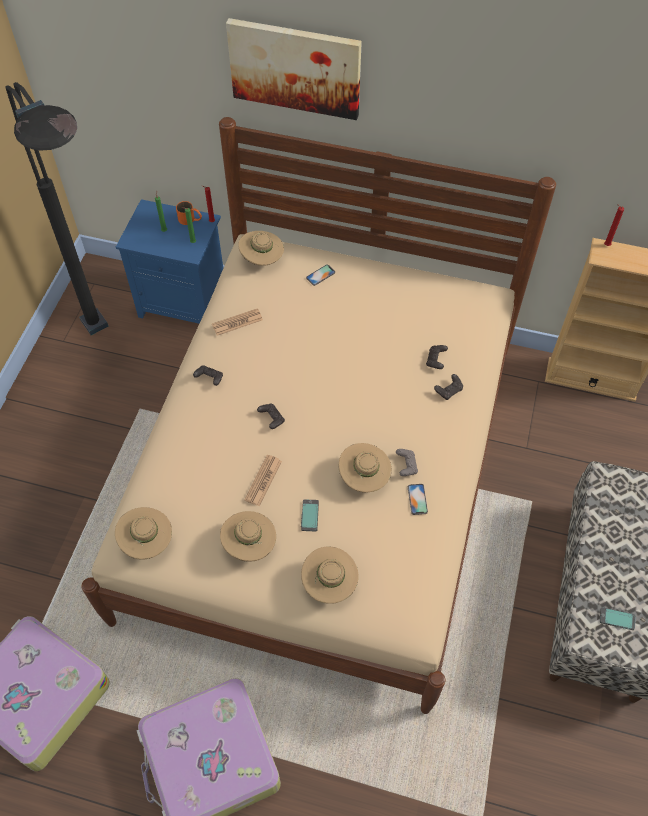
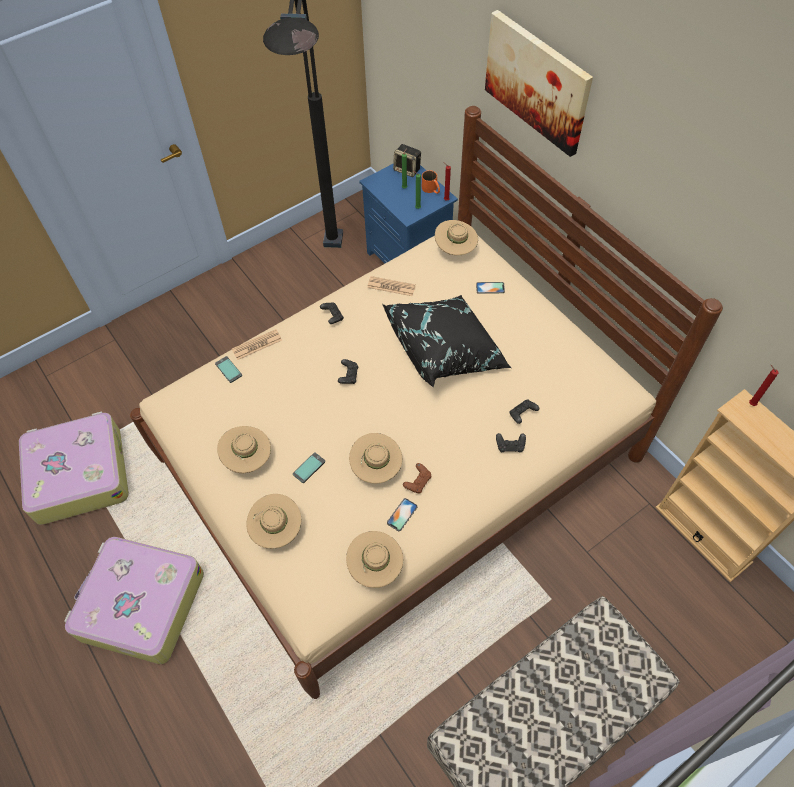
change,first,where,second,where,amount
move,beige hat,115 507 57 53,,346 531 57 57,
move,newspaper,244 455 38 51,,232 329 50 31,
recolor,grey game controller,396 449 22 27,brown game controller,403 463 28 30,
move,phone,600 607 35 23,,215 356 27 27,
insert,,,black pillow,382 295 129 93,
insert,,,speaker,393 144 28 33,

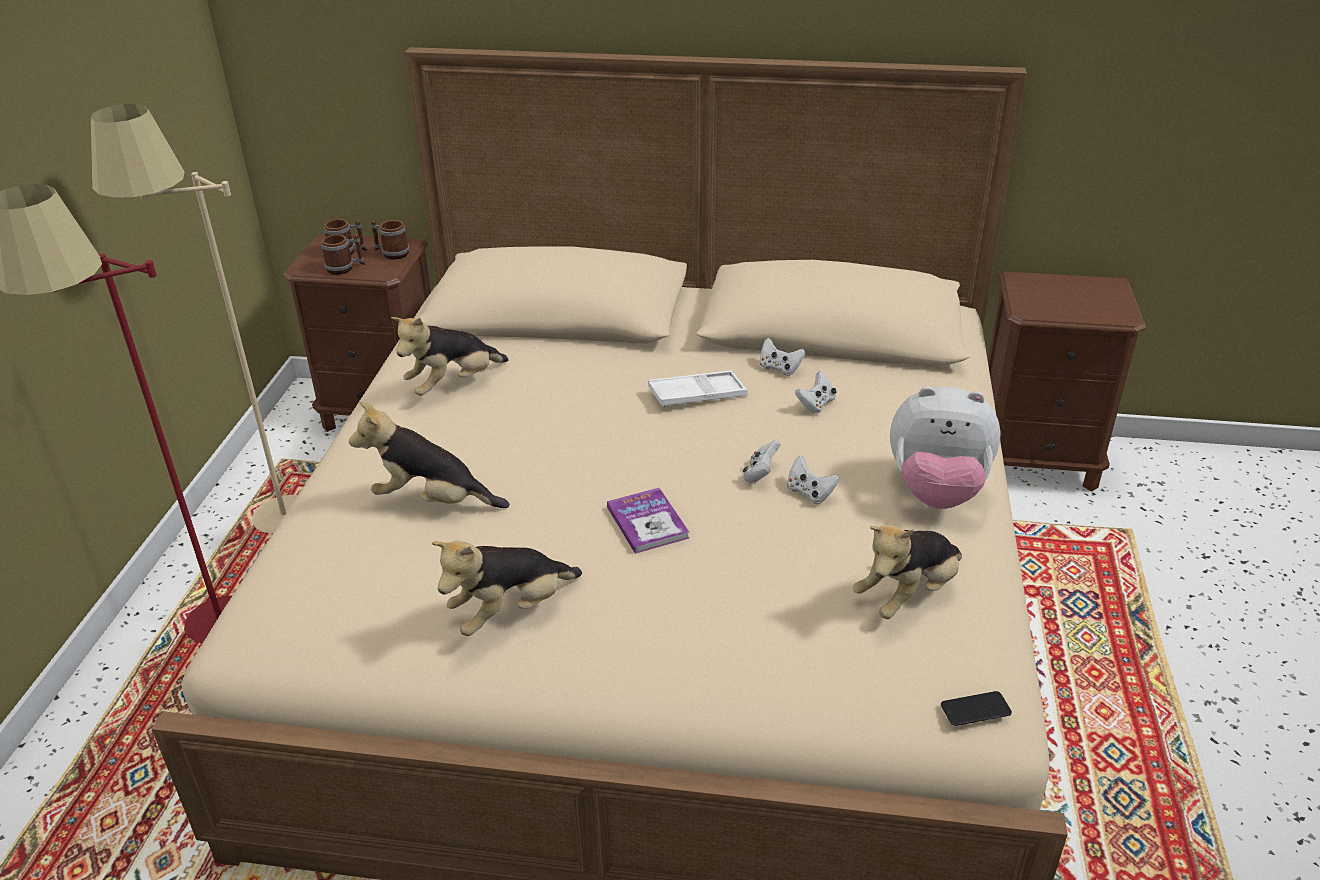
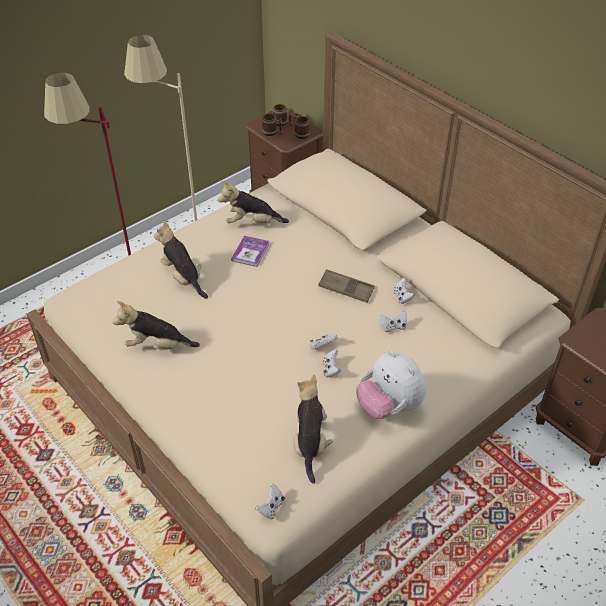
change,first,where,second,where,amount
move,book,607 488 82 66,,231 236 38 31,
recolor,white tray,648 370 100 37,brown tray,318 269 57 34,
rotate,plush toy,853 525 109 94,,293 374 40 109,90 degrees clockwise
replace,phone,941 691 71 35,white game controller,255 484 30 36,

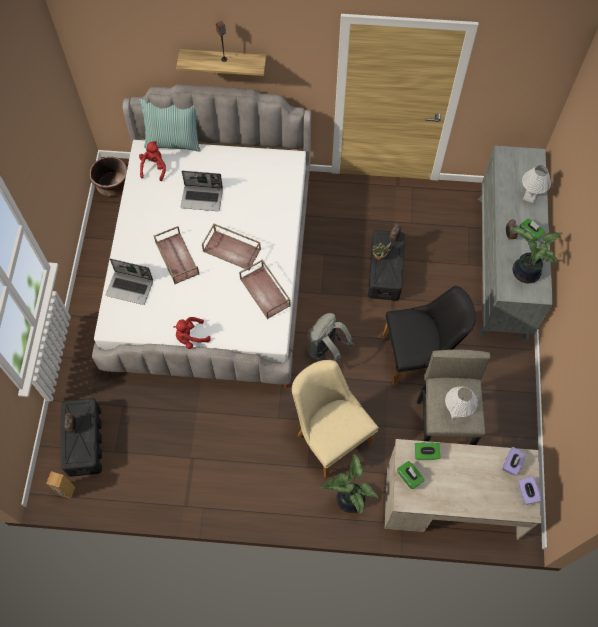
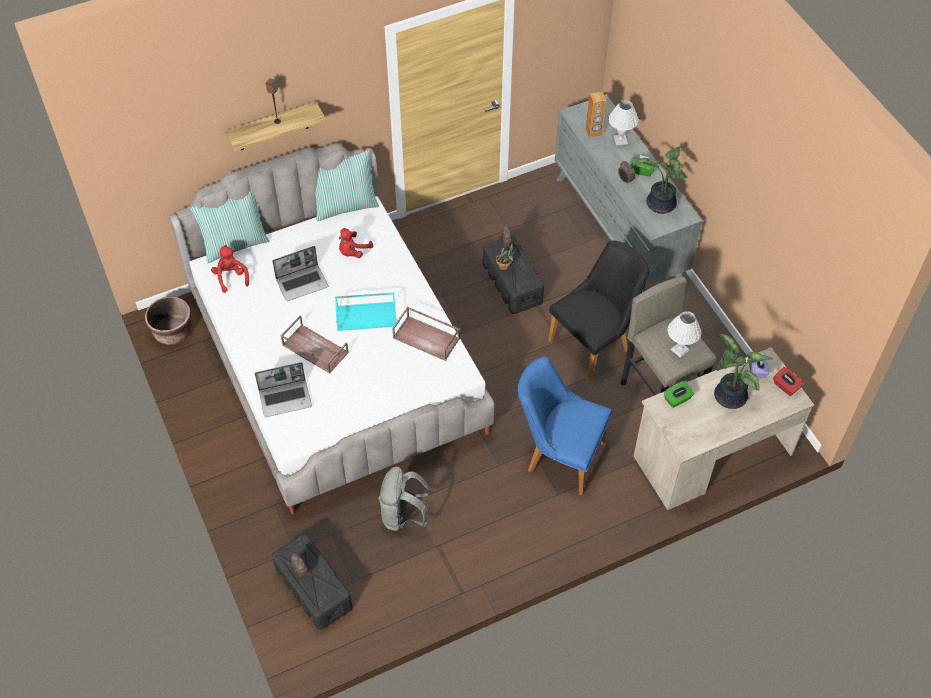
change,first,where,second,where,amount
move,brown speaker,46 471 29 28,,586 91 21 47,
move,red plush toy,173 317 38 32,,338 228 35 30,
recolor,brown tray,202 223 59 47,turquoise tray,335 292 62 39,
recolor,beige chair,292 360 87 118,blue chair,518 357 94 139,
move,grey backpack,308 313 46 50,,378 467 54 64,
move,potted plant,320 454 59 59,,714 334 59 75,
delete,green tissue box,397 461 27 28,,,
recolor,purple tissue box,518 476 23 29,red tissue box,773 367 31 29,
insert,,,pillow,315 150 64 71,

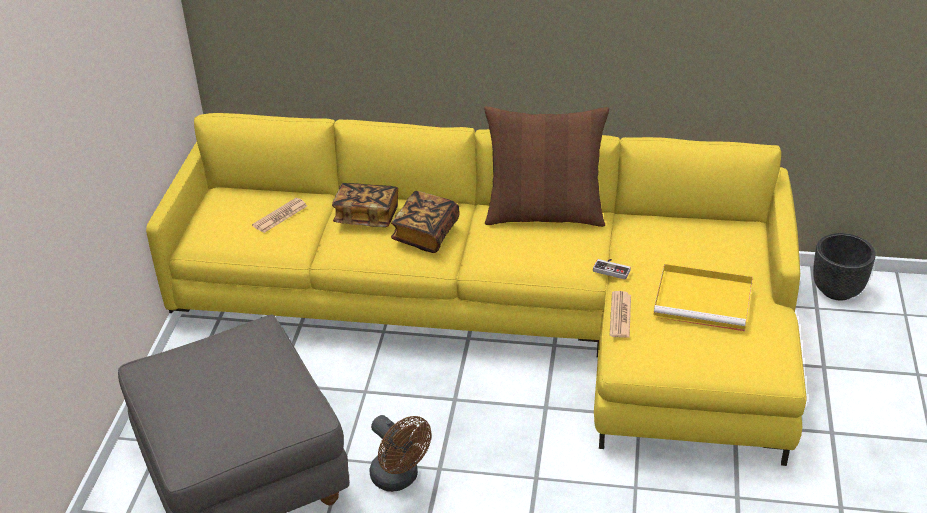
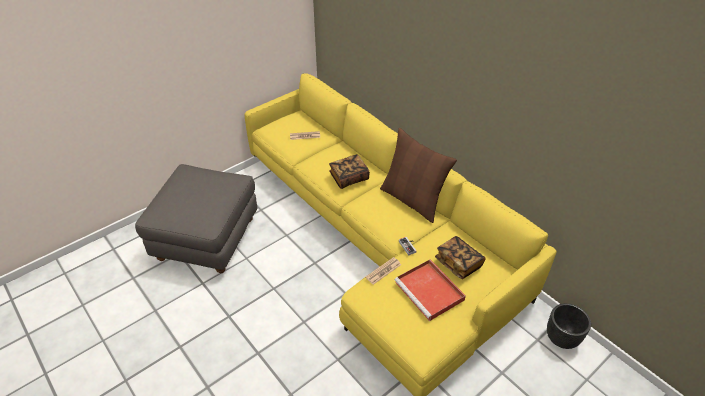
change,first,where,second,where,amount
move,book,332 183 66 44,,435 236 51 43,
delete,brown fan,370 415 62 77,,,
recolor,yellow tray,653 263 100 68,red tray,395 260 71 61,

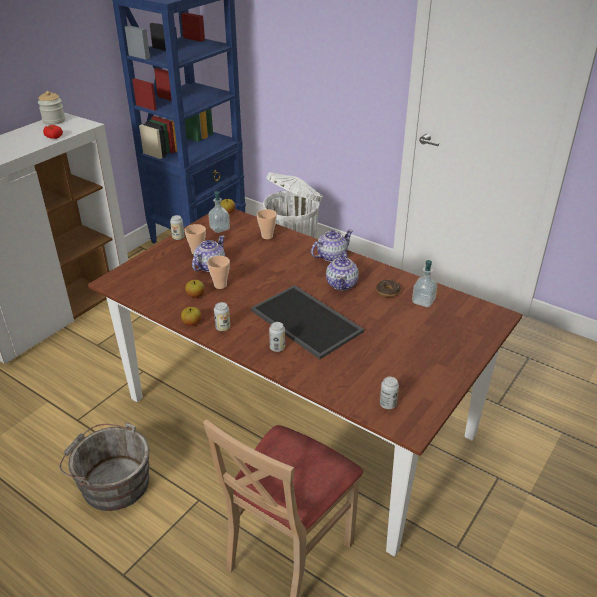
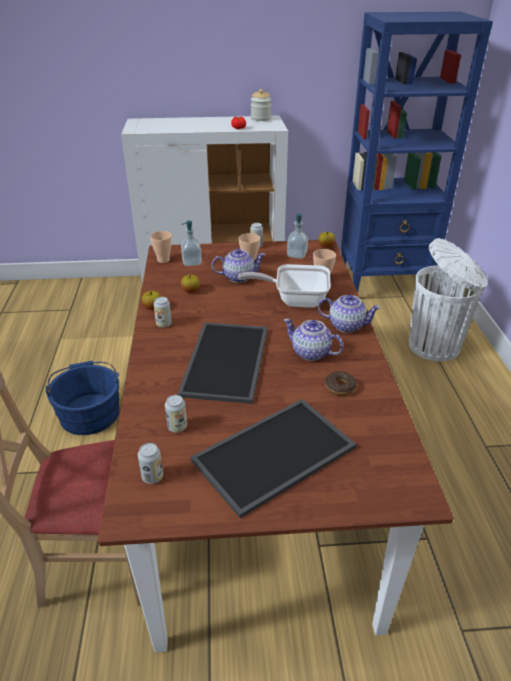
change,first,where,second,where,amount
recolor,grey bucket,60 423 90 88,blue bucket,46 361 73 74,
move,cup,207 256 23 33,,150 231 22 32,
move,can,269 322 16 30,,165 395 22 38,
rotate,teapot,326 252 33 38,,283 319 61 42,60 degrees clockwise
move,soap dispenser,412 260 25 47,,181 220 21 46,
insert,,,tray,191 399 165 119,
insert,,,frying pan,238 264 93 44,

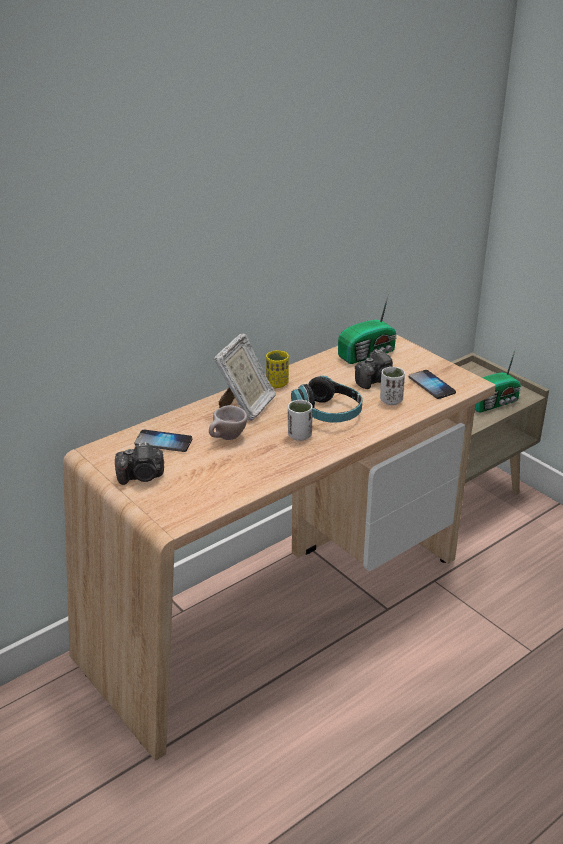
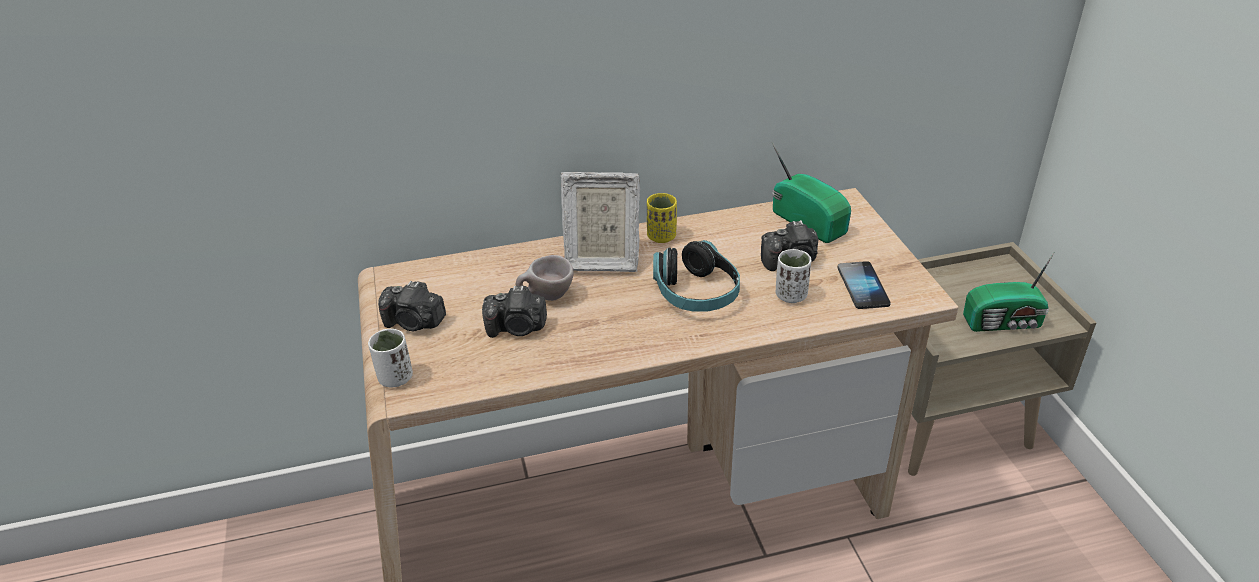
change,first,where,second,where,amount
delete,phone,135 430 57 22,,,
rotate,picture frame,214 333 62 88,,561 172 79 100,45 degrees clockwise
move,white cup,288 400 25 41,,368 329 45 58,
rotate,radio,338 292 59 72,,772 142 79 101,120 degrees counterclockwise
insert,,,photo camera,482 286 65 52,

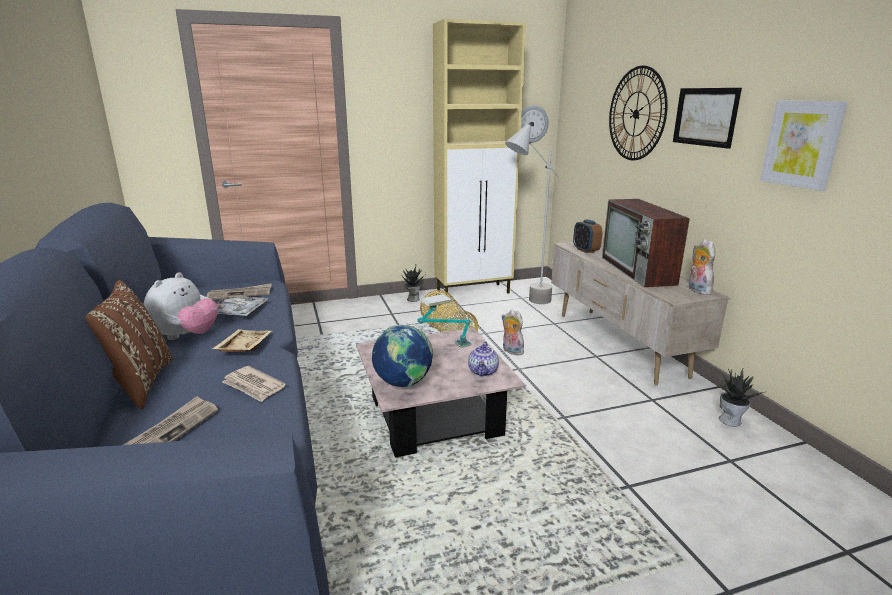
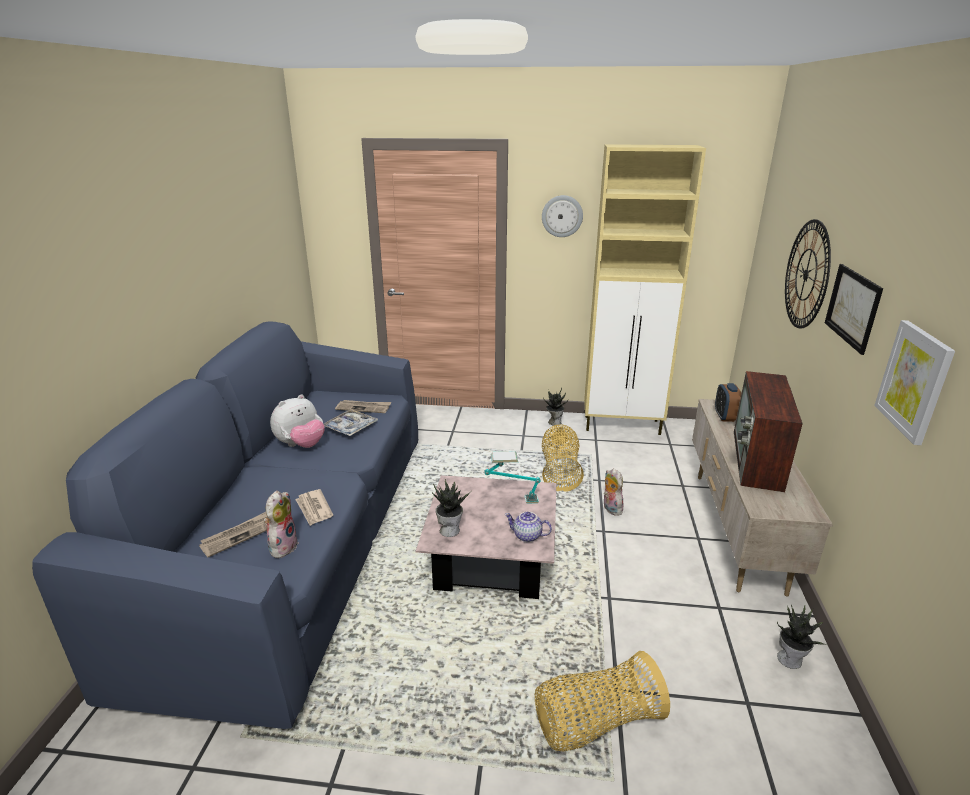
change,first,where,second,where,amount
delete,brown pillow,85 280 88 129,,,
delete,beige tray,212 329 60 23,,,
replace,globe,372 325 61 62,potted plant,432 479 40 58,
rotate,teapot,468 341 31 36,,505 512 47 30,75 degrees clockwise
delete,grey floor lamp,505 122 54 182,,,
move,wall clock,521 105 28 38,,542 195 41 42,
move,plush toy,689 239 26 56,,264 491 35 67,
insert,,,basket,535 651 135 101,

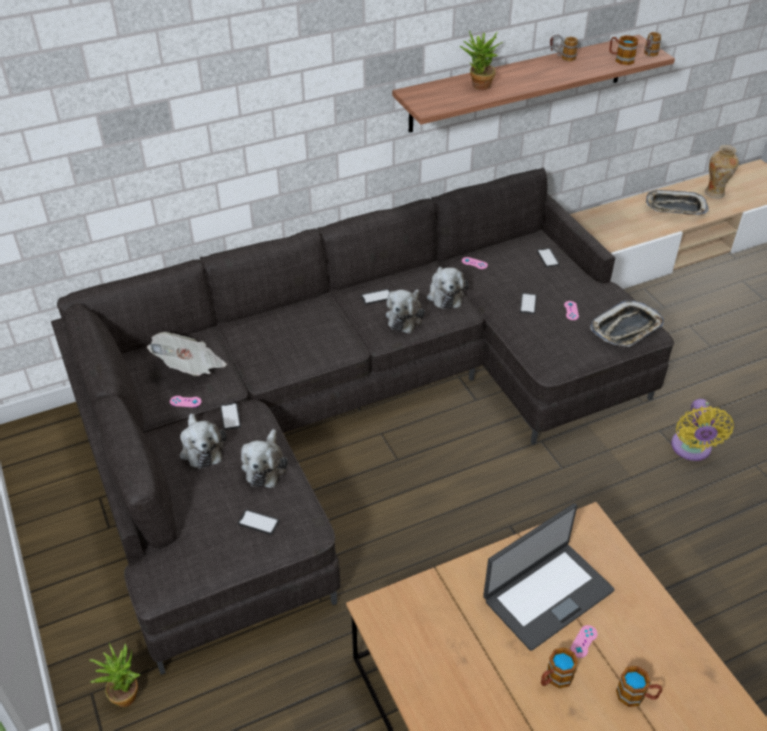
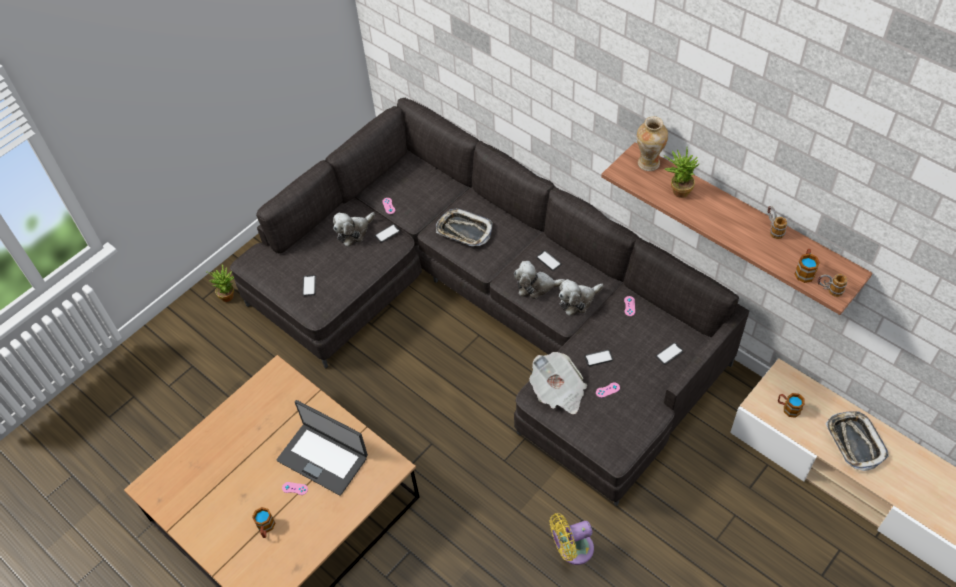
change,first,where,second,where,amount
move,newspaper,147 332 80 44,,529 352 58 62,
delete,plush toy,241 429 46 59,,,
move,mug,541 647 37 41,,778 393 27 25,
move,tray,590 300 74 47,,436 208 57 38,
move,vase,705 145 34 54,,637 116 31 55,

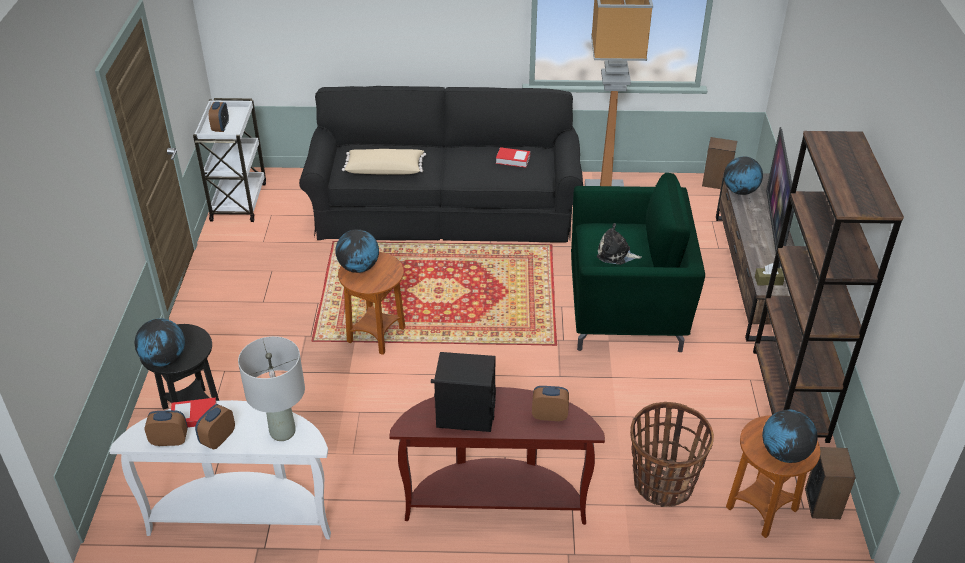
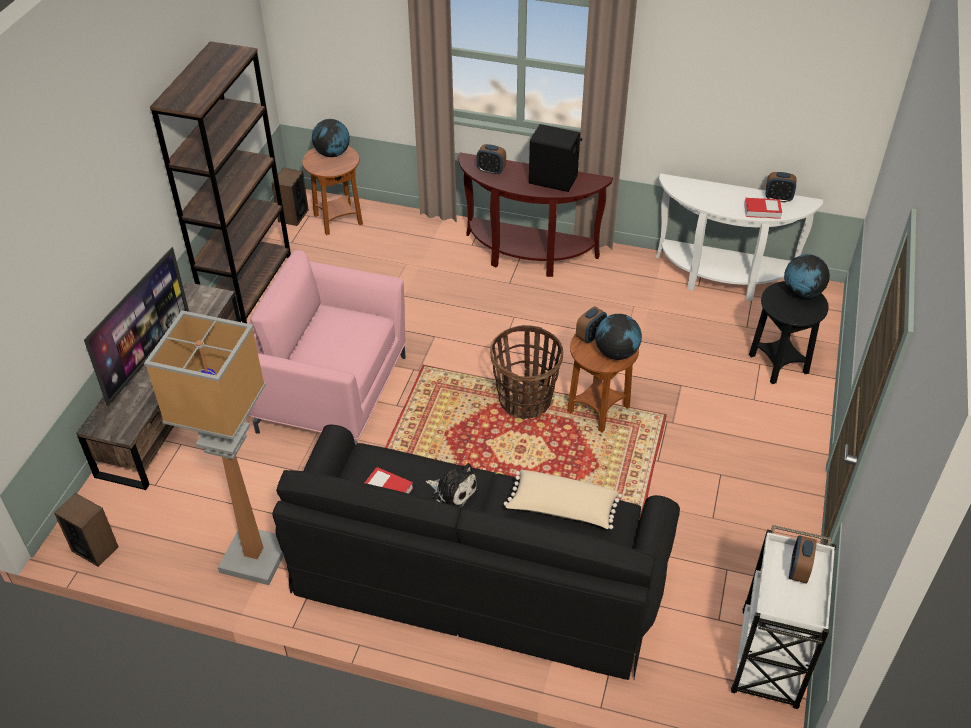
change,first,where,second,where,amount
move,alarm clock,195 404 40 46,,576 306 31 37,
delete,grey table lamp,238 336 67 105,,,
recolor,green armchair,571 173 134 179,pink armchair,248 250 158 195,
move,plush toy,597 223 45 42,,426 463 52 46,
move,basket,630 402 84 105,,490 325 73 94,
delete,globe,724 156 39 39,,,
delete,brown tissue box,755 263 30 22,,,

